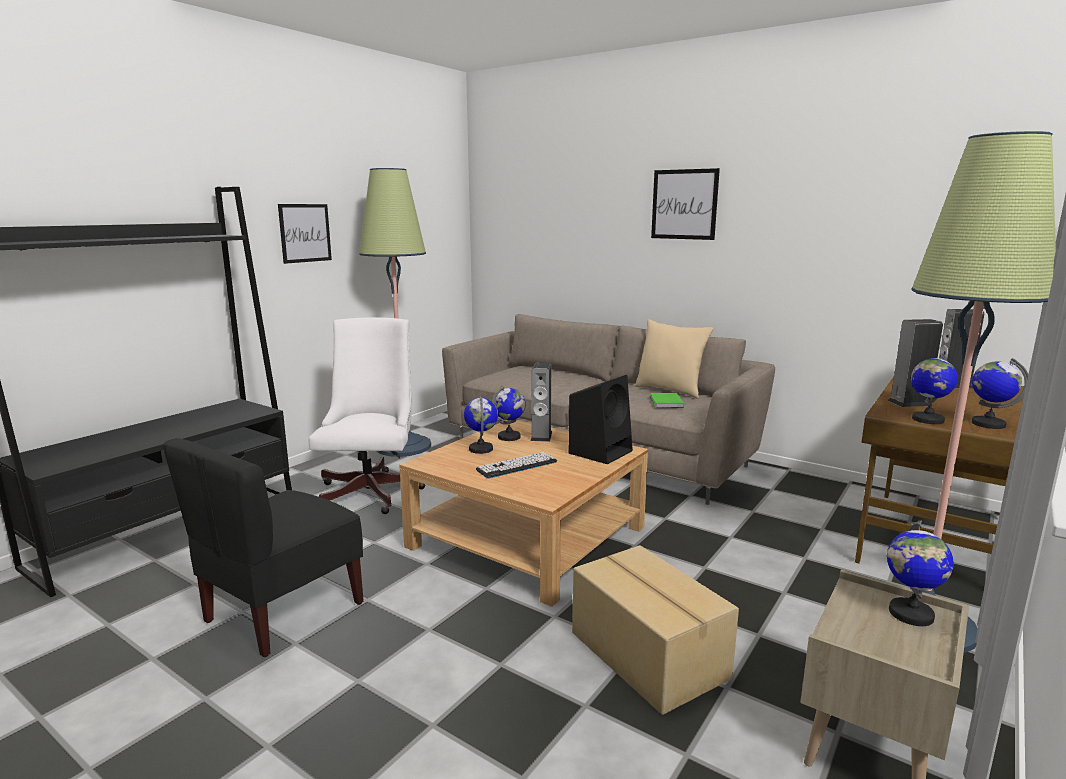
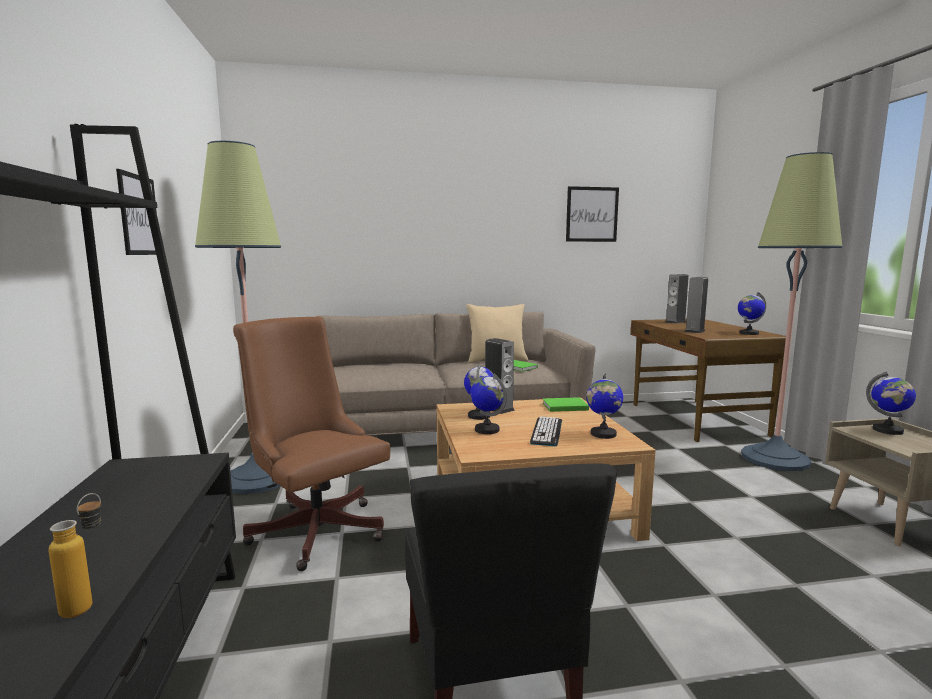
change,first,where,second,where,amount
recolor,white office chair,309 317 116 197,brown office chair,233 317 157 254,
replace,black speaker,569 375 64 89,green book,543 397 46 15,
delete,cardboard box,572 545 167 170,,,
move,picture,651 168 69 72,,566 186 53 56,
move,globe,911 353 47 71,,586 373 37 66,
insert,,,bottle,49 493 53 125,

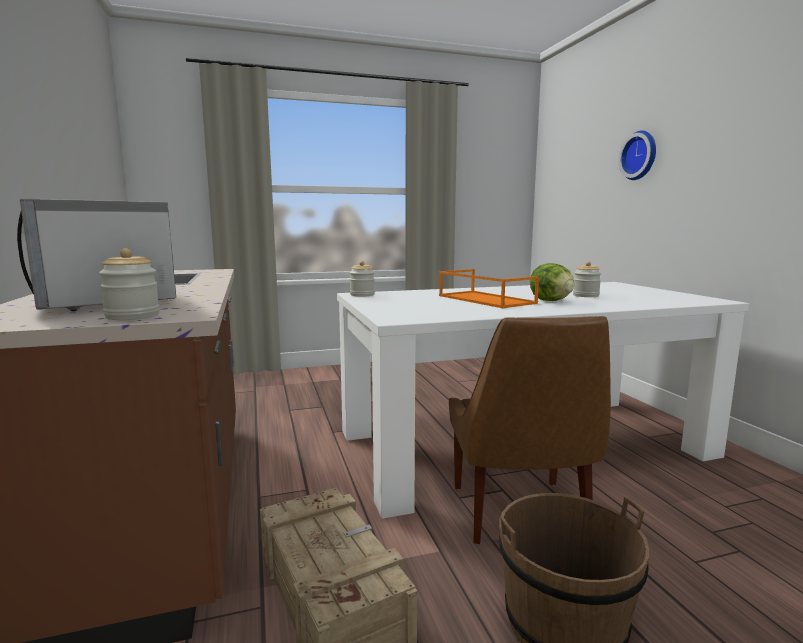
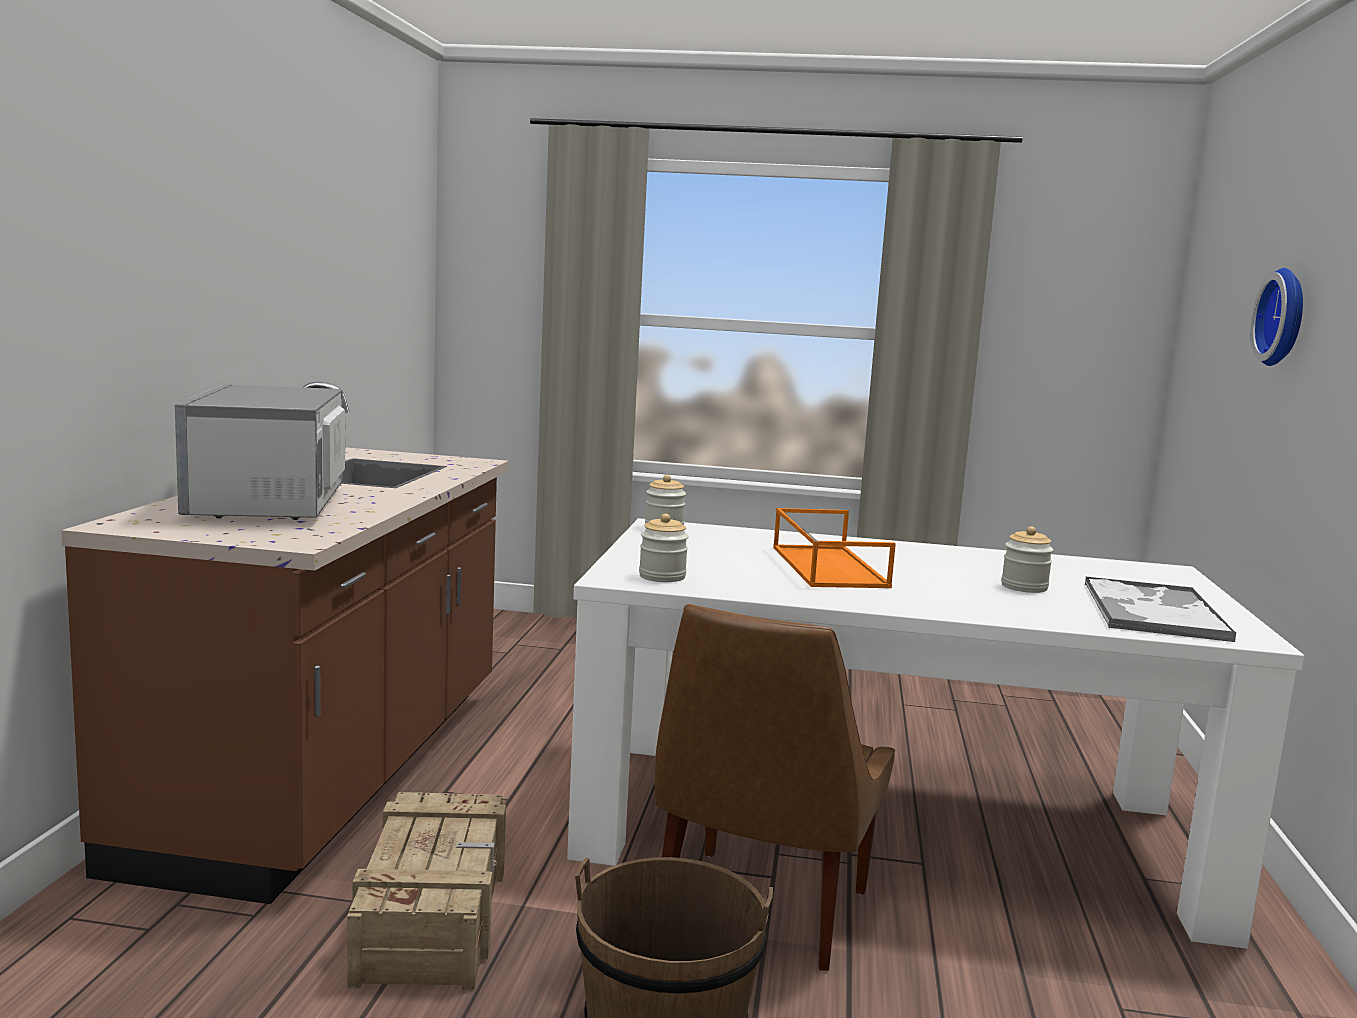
change,first,where,second,where,amount
move,jar,99 248 61 72,,639 514 50 68,
delete,lettuce,530 263 45 38,,,
insert,,,tray,1084 577 152 65,

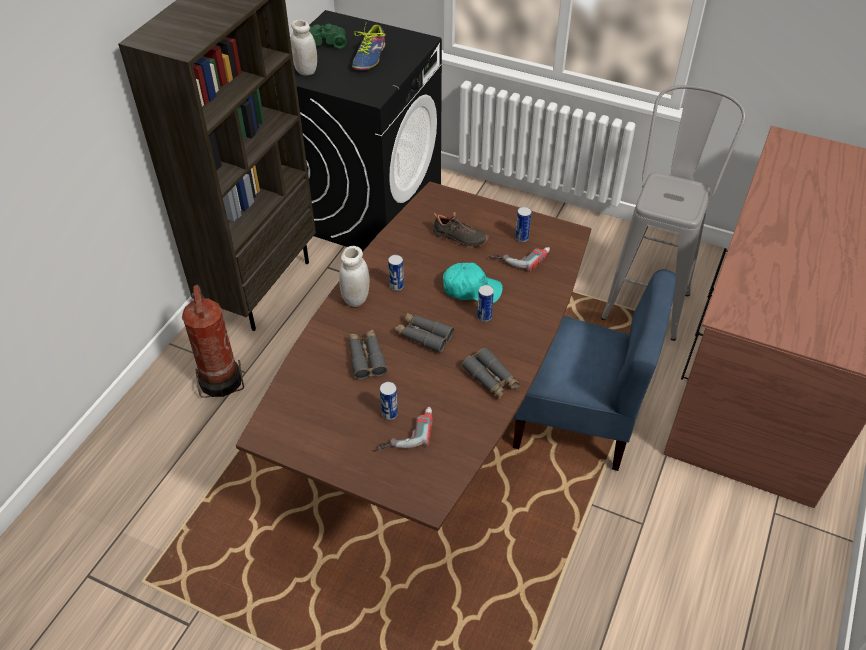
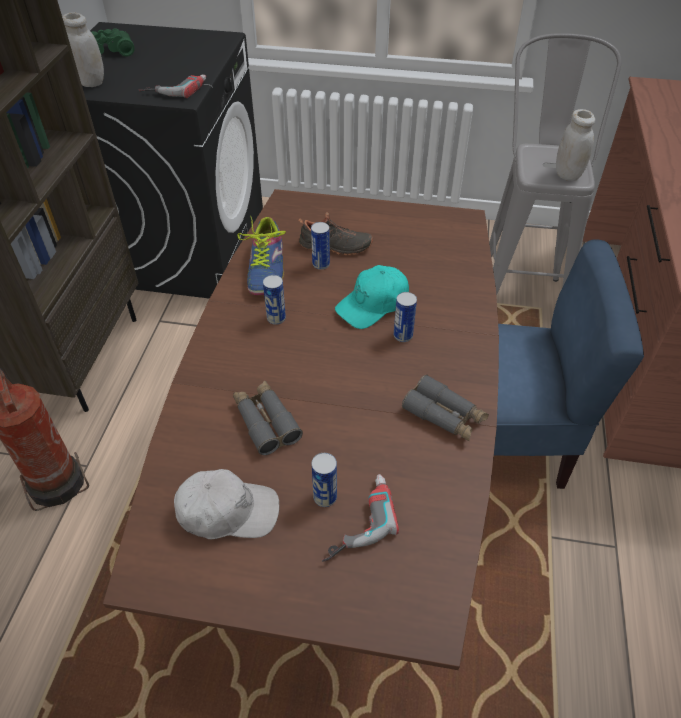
change,first,where,second,where,amount
move,white jar,339 246 31 61,,556 109 39 72,
move,shoe,352 25 33 45,,238 216 48 80,
delete,grey binoculars,395 313 59 40,,,
rotate,turquoise cap,443 263 60 40,,335 265 74 64,150 degrees clockwise
move,power drill,488 247 62 25,,139 74 67 24,
move,can,515 207 16 35,,311 222 19 48,
insert,,,white cap,174 469 106 70,

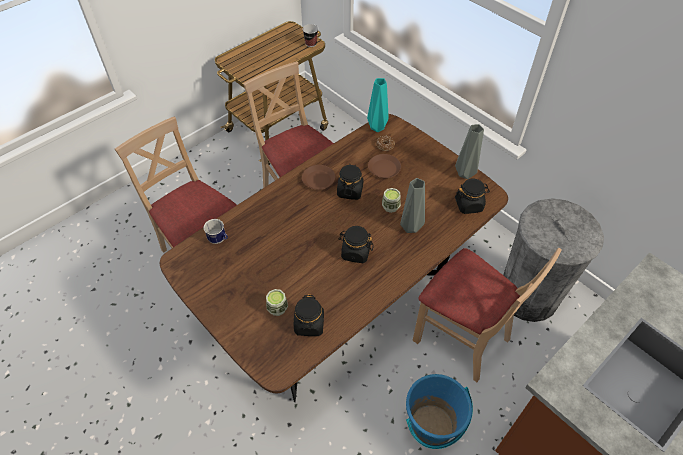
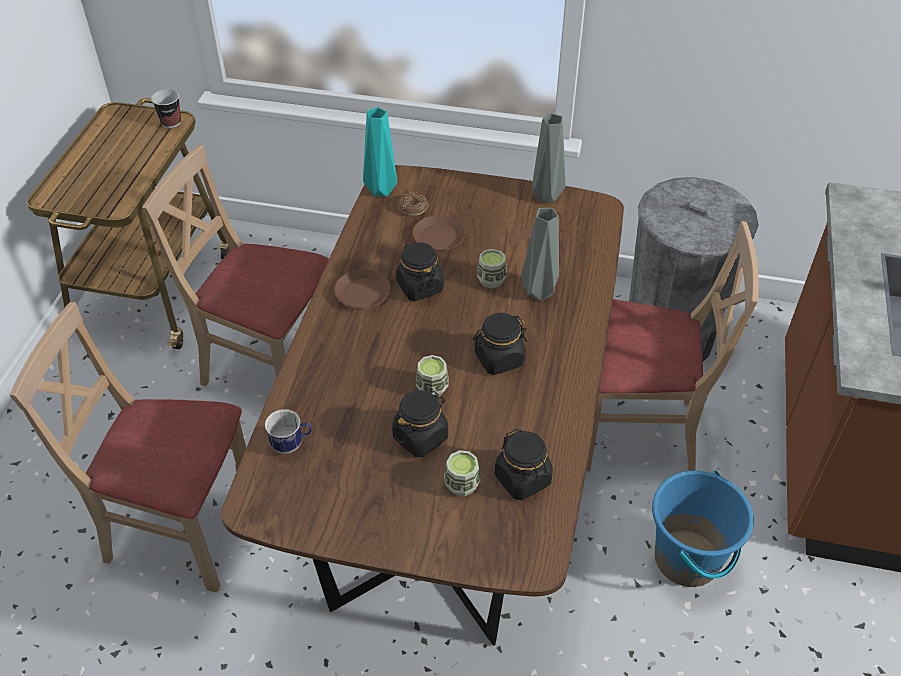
change,first,where,second,where,amount
move,black jar,455 178 35 36,,392 390 56 67,
insert,,,cup,416 355 33 42,

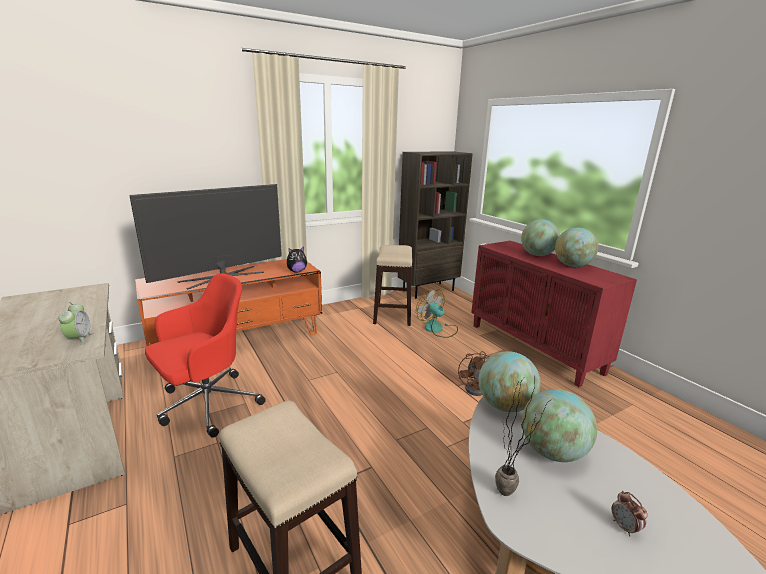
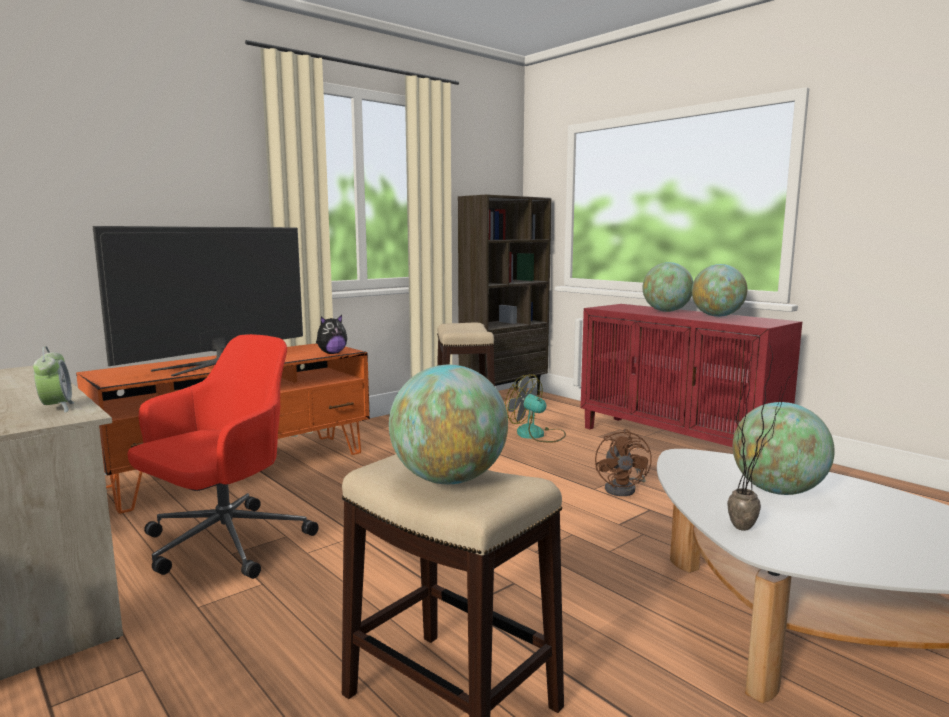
change,first,where,second,where,amount
move,globe,479 351 62 61,,389 365 119 119,
delete,alarm clock,612 491 36 45,,,

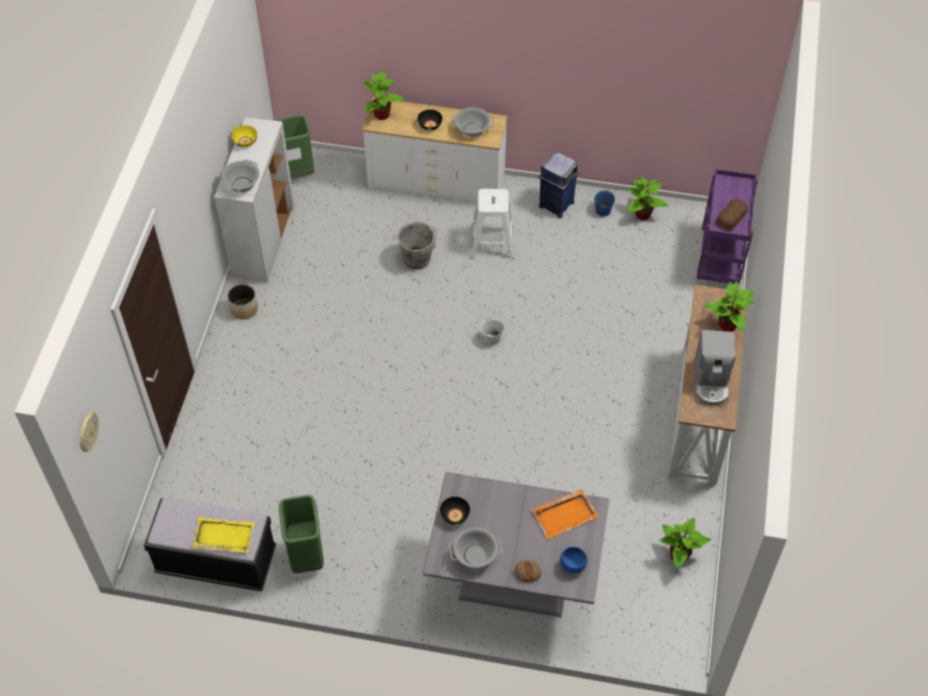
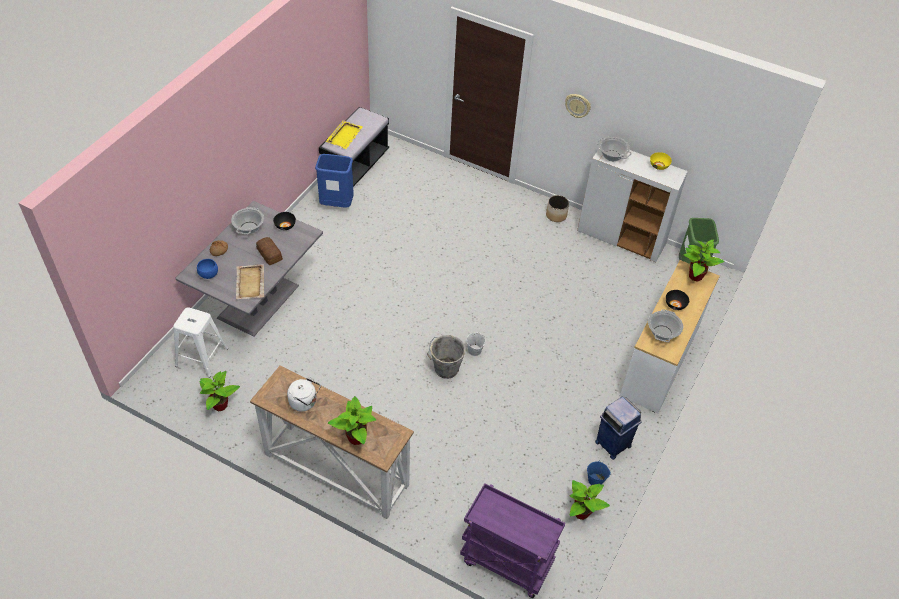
change,first,where,second,where,amount
move,wall clock,79 411 20 41,,565 94 26 24,
recolor,green trash can,279 495 45 78,blue trash can,315 154 39 54,
move,grey bucket,397 221 39 49,,427 335 39 44,
move,white stool,471 189 43 70,,173 307 55 71,
recolor,orange tray,532 489 67 50,beige tray,236 264 28 35,
replace,coffee machine,694 330 42 75,white kettle,287 377 34 34,
move,bread,716 199 32 32,,256 237 27 28,

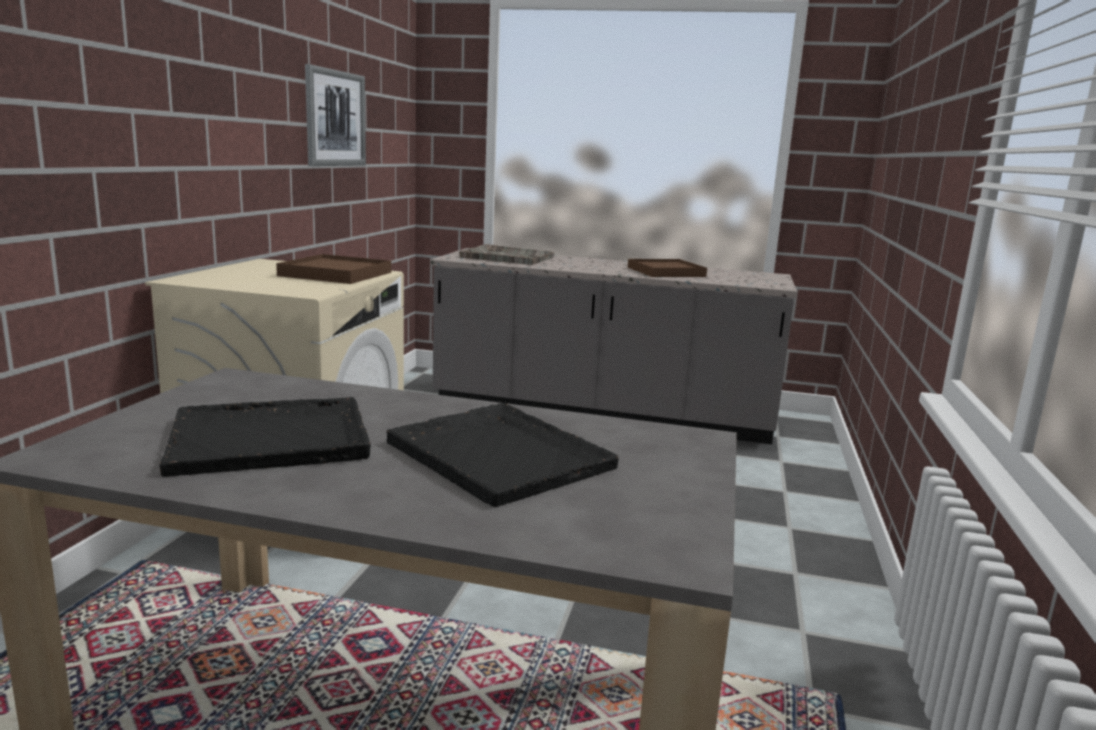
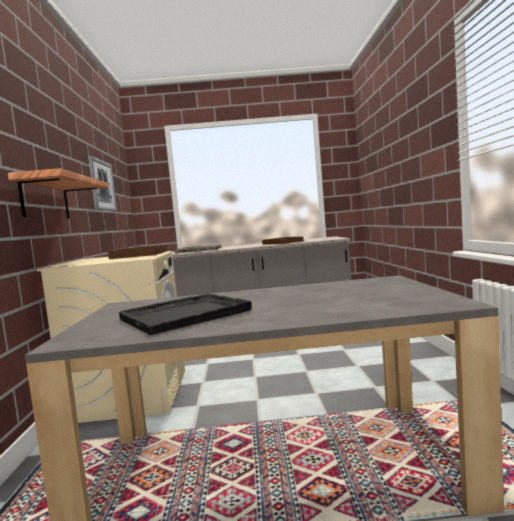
change,first,where,second,where,amount
delete,black tray,386 403 233 104,,,
insert,,,shelf,8 168 100 50,

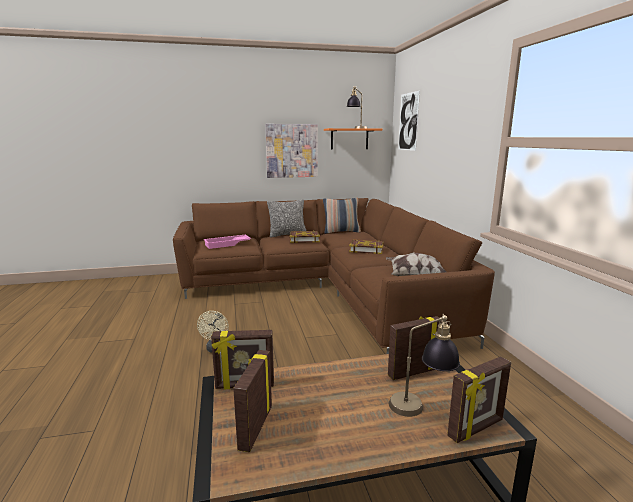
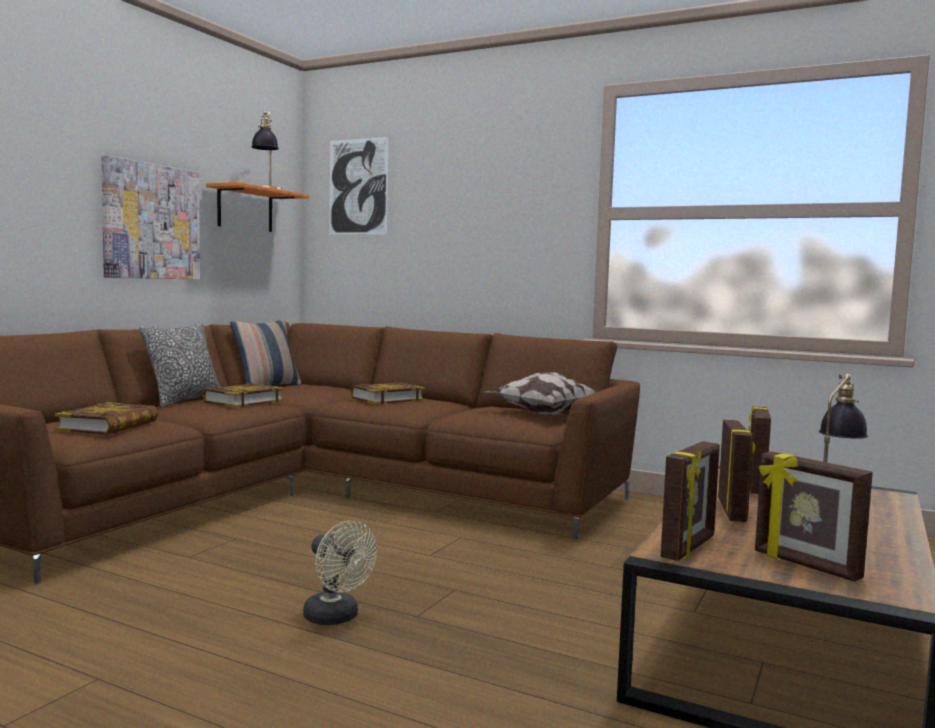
change,first,where,second,where,amount
replace,pink tray,204 235 47 14,book,55 402 103 32,
move,picture frame,447 357 64 86,,718 420 37 102,

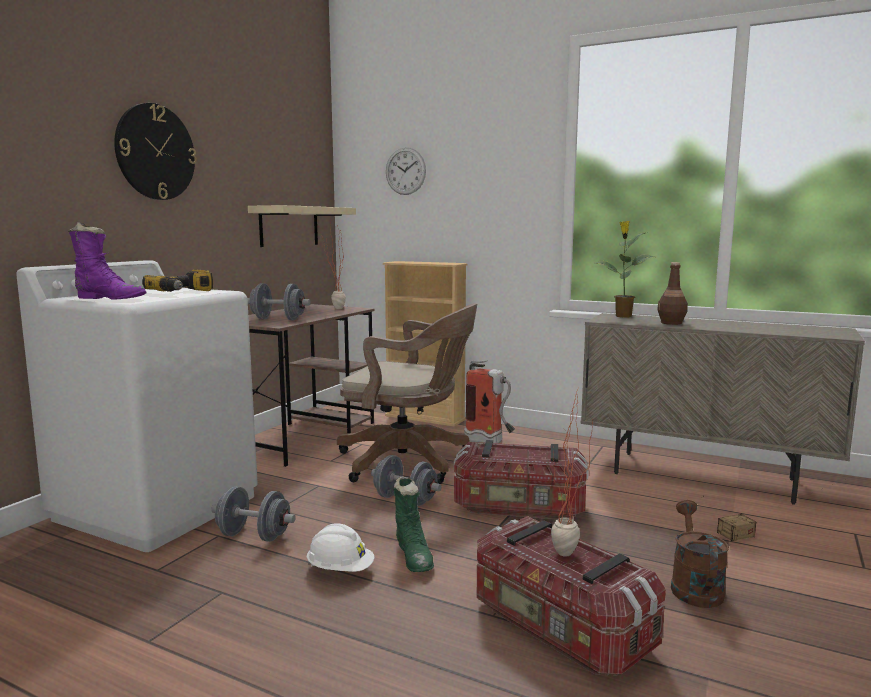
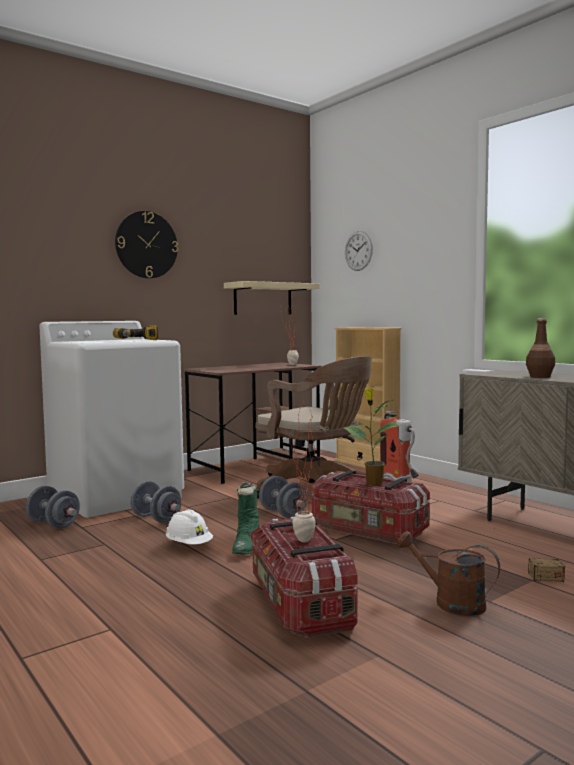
change,first,where,second,where,amount
delete,purple boot,68 222 79 78,,,
move,grey dumbbell,247 283 64 37,,26 486 54 43,
move,potted plant,595 221 60 96,,343 388 58 98,
rotate,brown watering can,671 500 58 108,,397 531 103 85,90 degrees counterclockwise

